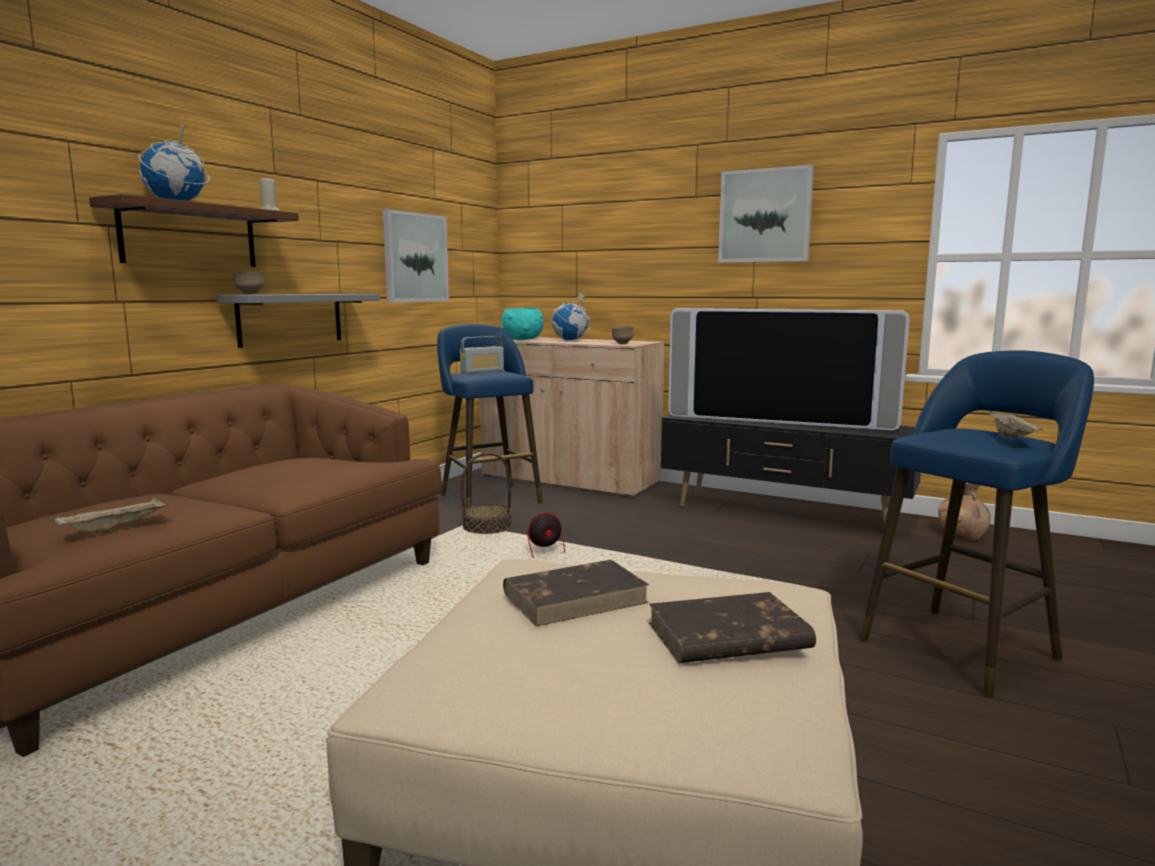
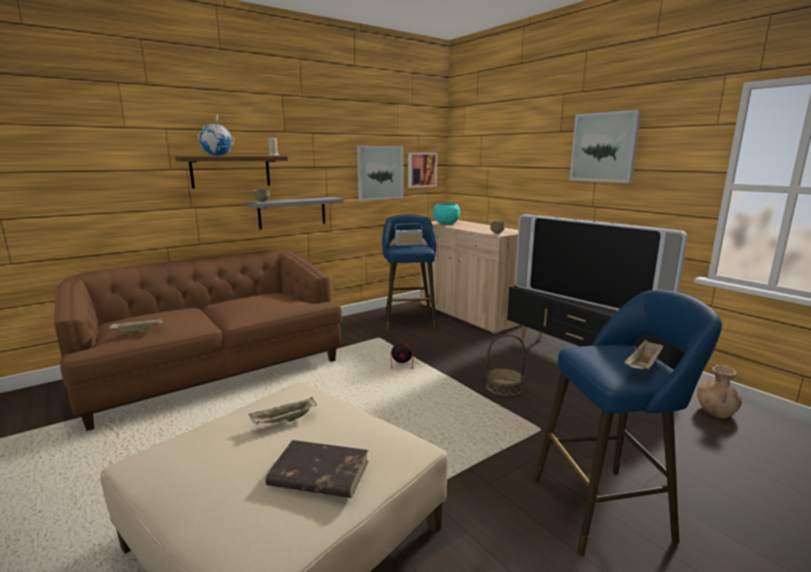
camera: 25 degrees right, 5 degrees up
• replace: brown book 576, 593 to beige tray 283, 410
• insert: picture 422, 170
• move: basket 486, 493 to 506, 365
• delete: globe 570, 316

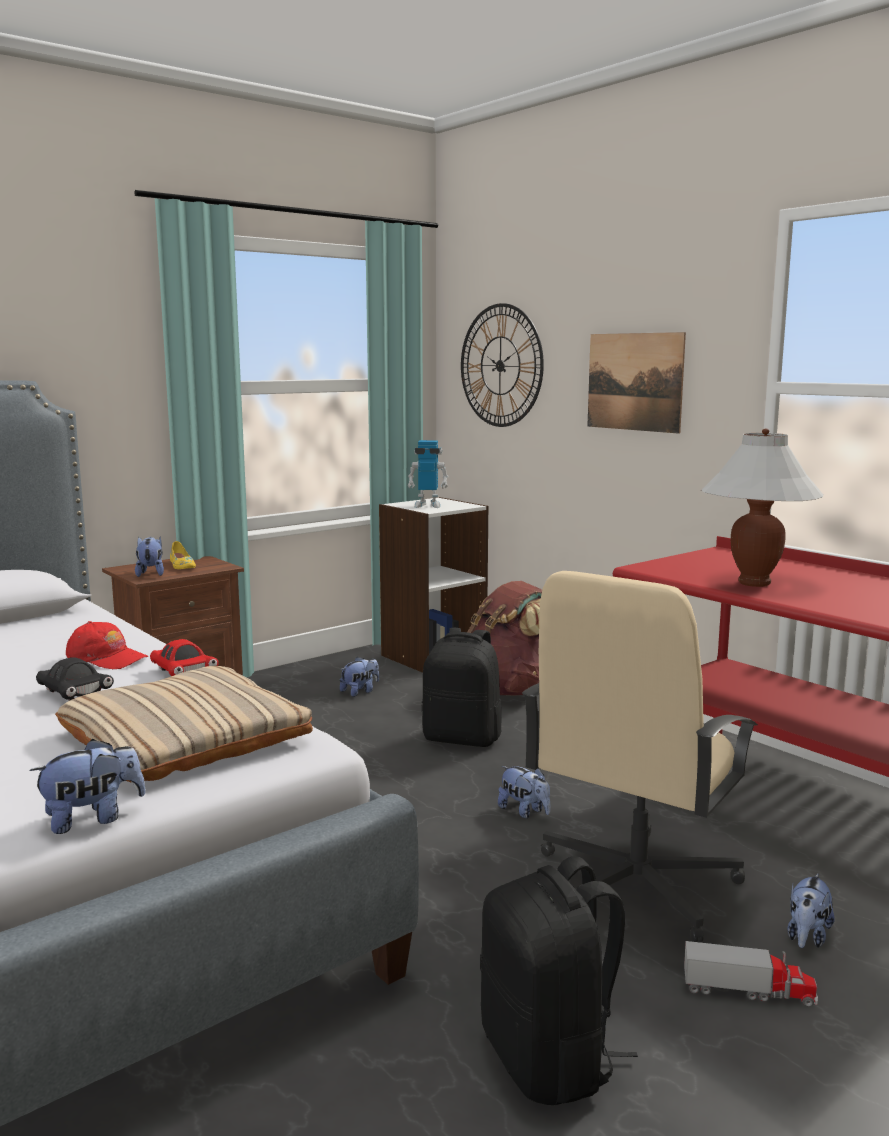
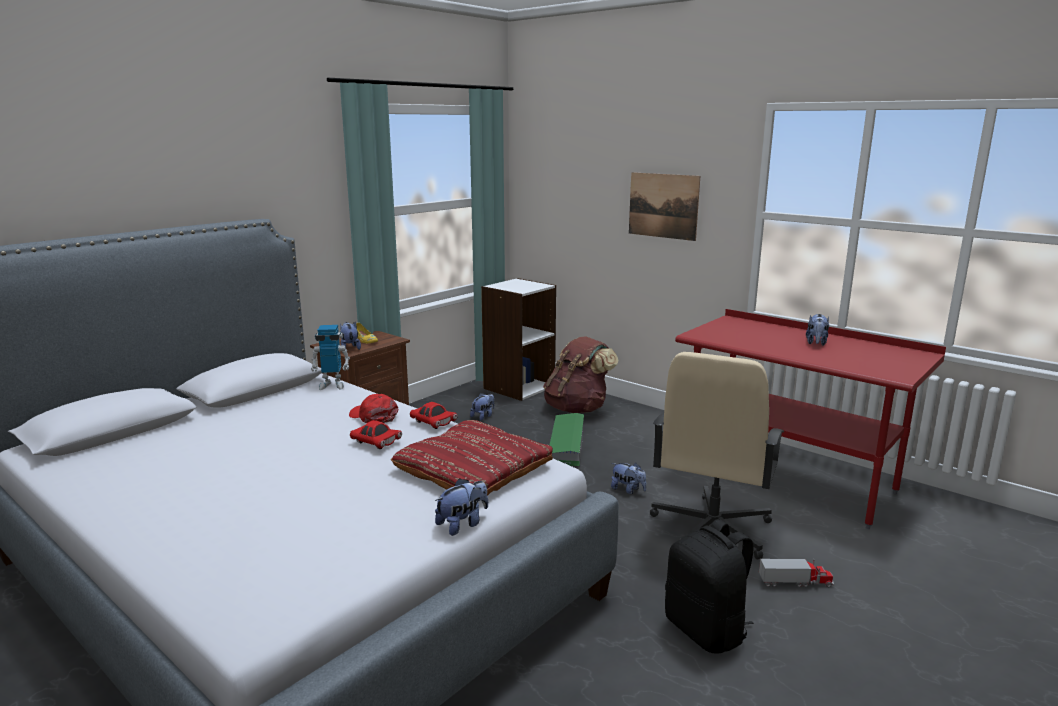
camera: 10 degrees left, 5 degrees up
• move: toy robot 427, 474 to 330, 357
• rotate: red cap 107, 645 = 373, 408 150 degrees counterclockwise
• recolor: black toy car 75, 679 to red toy car 376, 434
• recolor: beige pillow 184, 724 to red pillow 472, 458
• replace: black backpack 462, 687 to green storage box 567, 439
• move: plush toy 811, 910 to 817, 329
• delete: wall clock 502, 365
• delete: white table lamp 762, 507

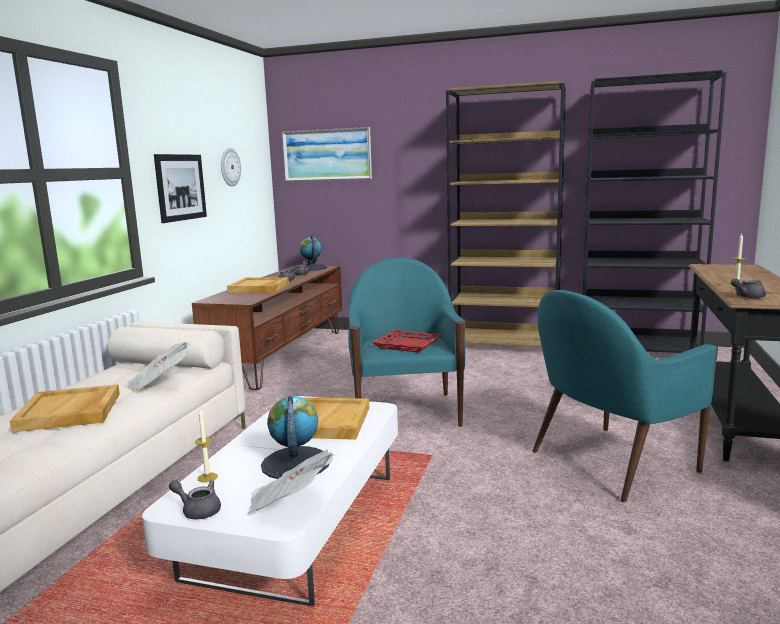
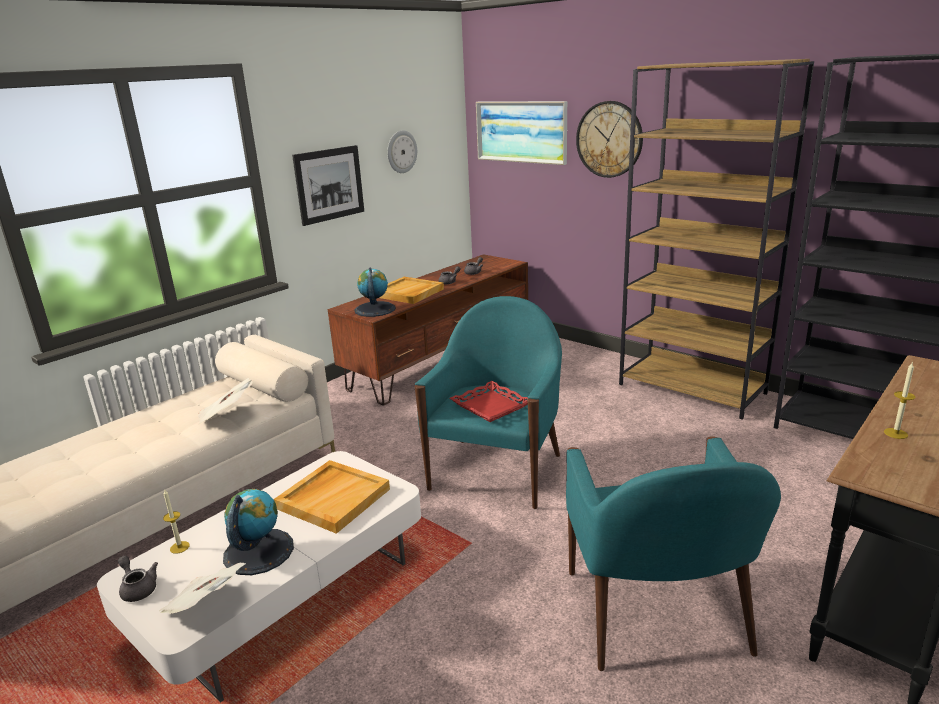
camera: 25 degrees right, 10 degrees up
• move: globe 313, 253 to 375, 292
• rotate: turquoise armchair 625, 396 = 673, 553 90 degrees counterclockwise
• insert: wall clock 609, 139
• delete: beige tray 65, 408
• delete: grey teapot 748, 288

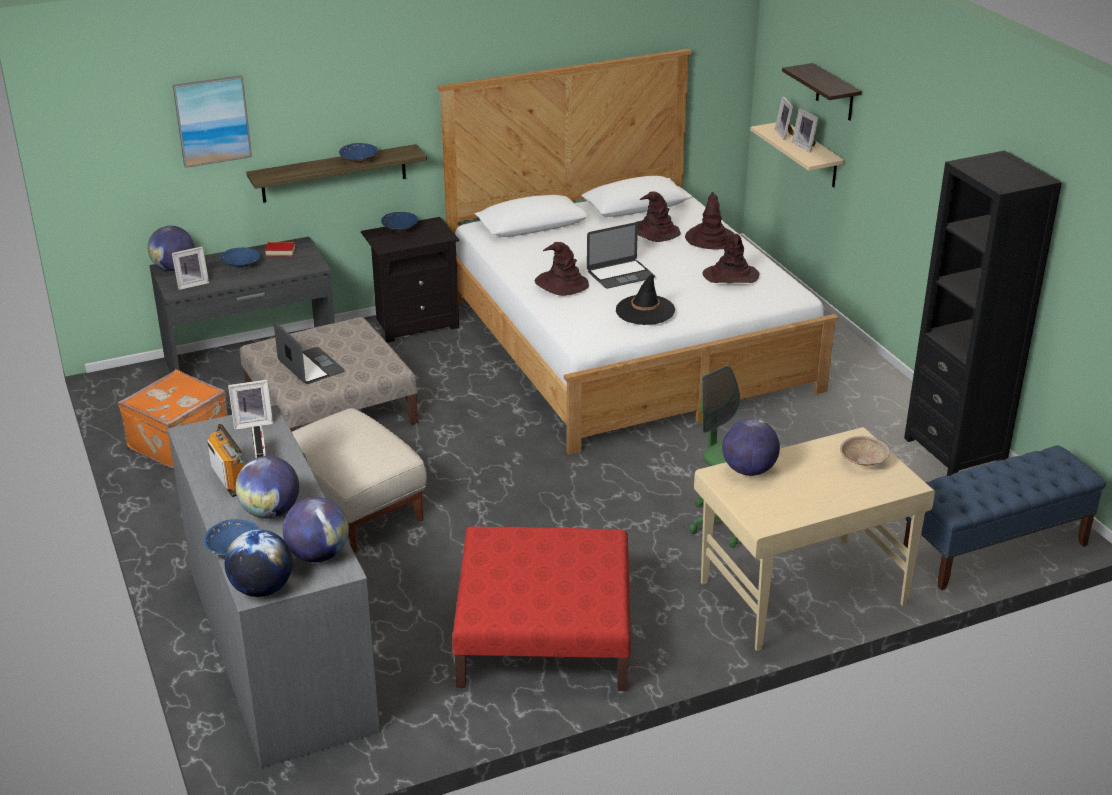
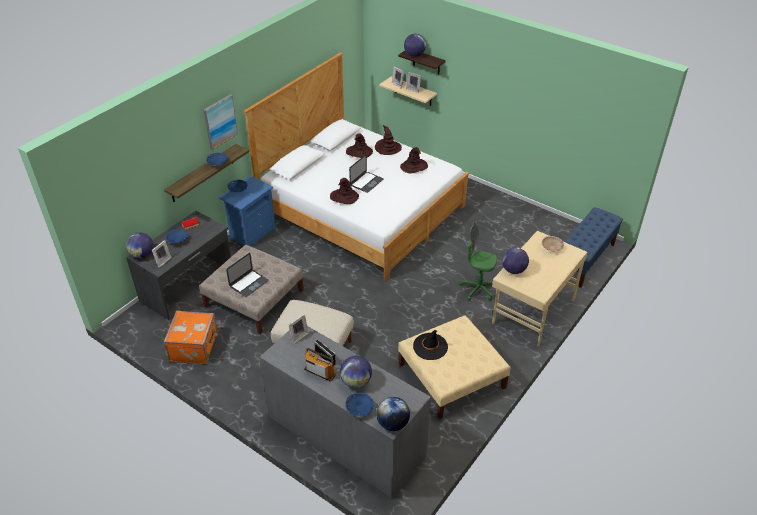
camera: 30 degrees left, 10 degrees up
• move: picture 212, 121 to 220, 122
• recolor: black nightstand 410, 280 to blue nightstand 247, 211
• rotate: laptop 309, 353 = 247, 275 105 degrees clockwise
• recolor: red ottoman 541, 609 to beige ottoman 454, 367
• move: globe 316, 530 to 415, 45
• move: black hat 645, 299 to 430, 345
• delete: black bookcase 983, 313

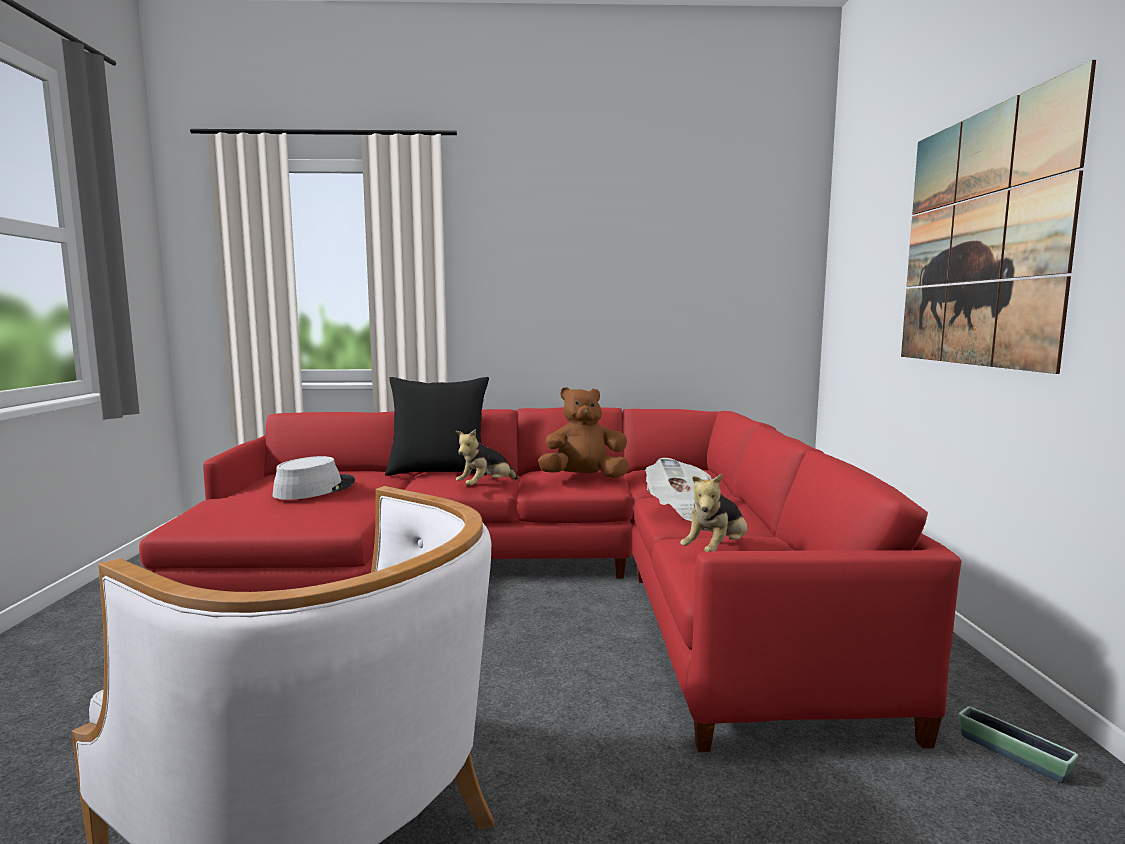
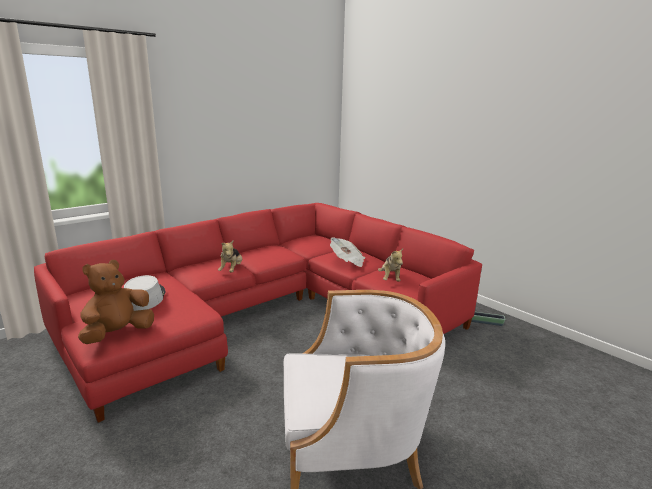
camera: 40 degrees left, 10 degrees up
• move: brown plush toy 583, 432 to 116, 302
• delete: black pillow 437, 426
• delete: picture 998, 217

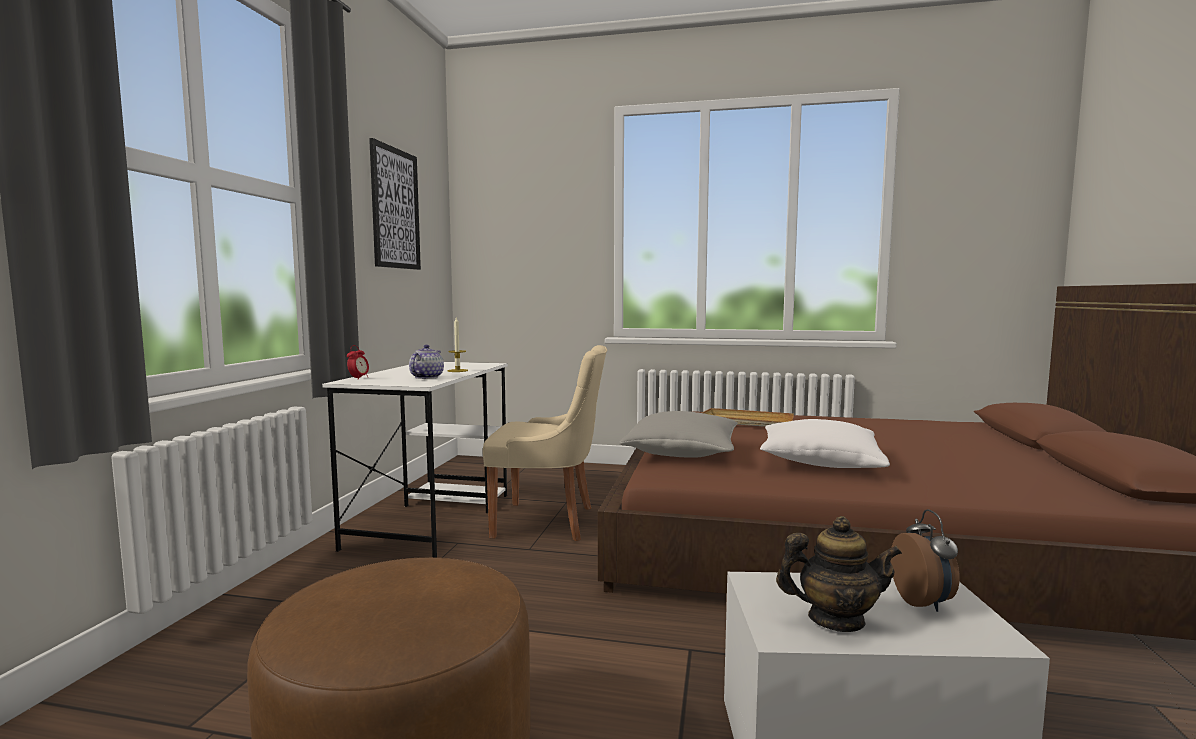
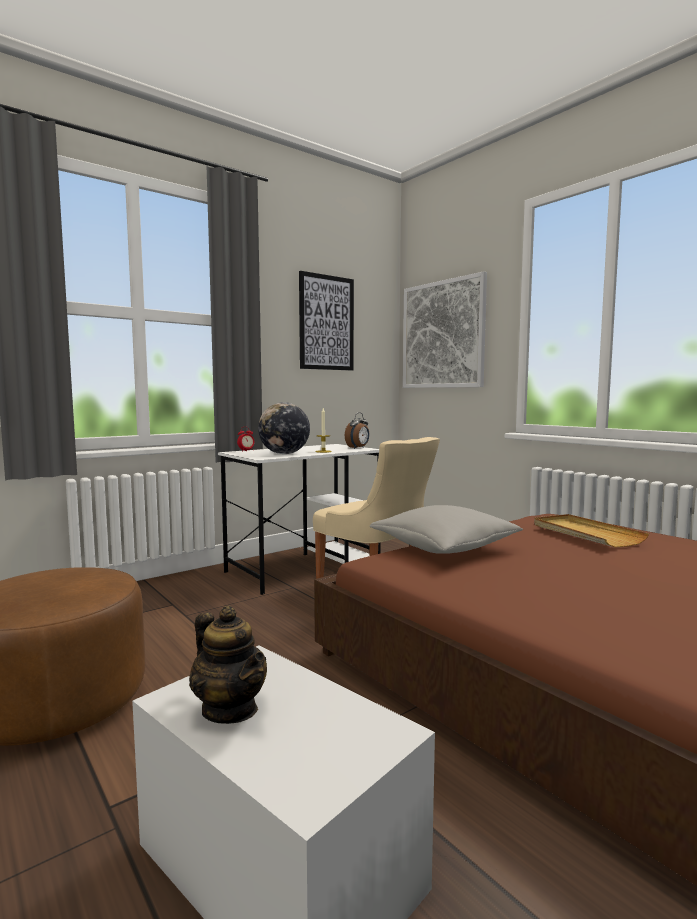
camera: 40 degrees right, 0 degrees up
• replace: teapot 426, 362 to globe 284, 428
• move: alarm clock 925, 560 to 357, 430
• insert: picture 445, 329
• delete: white pillow 825, 443

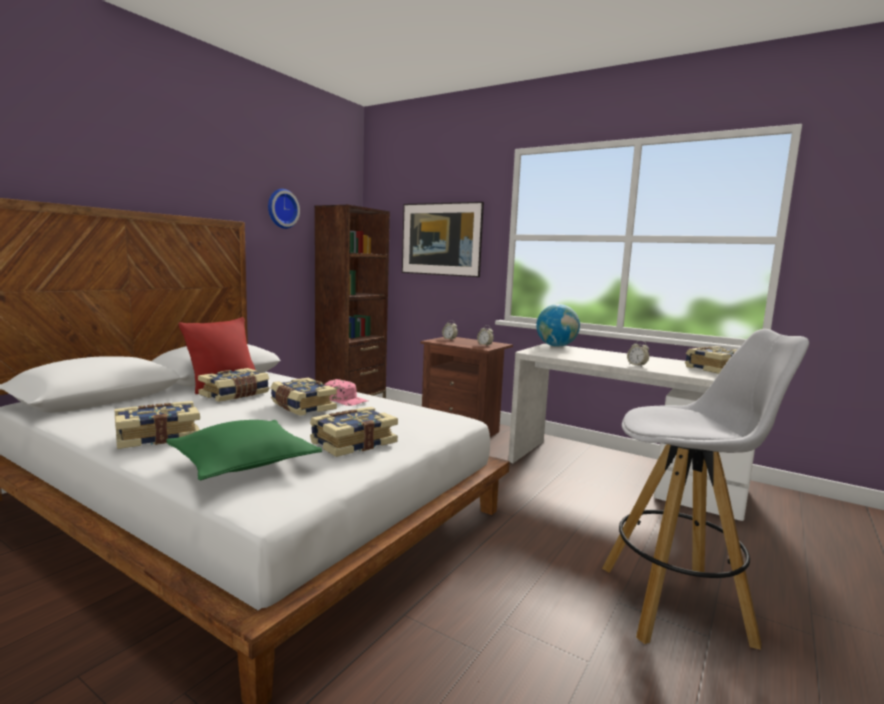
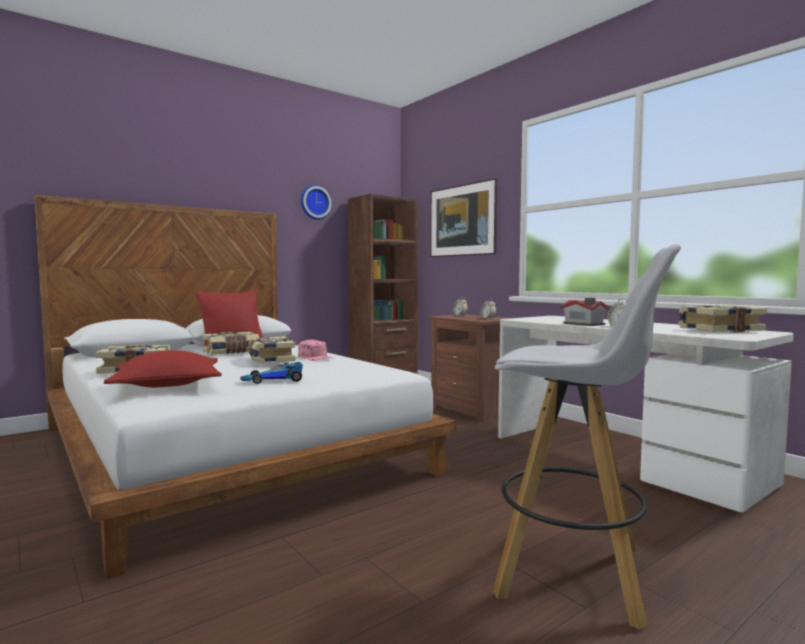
camera: 20 degrees right, 5 degrees down
• recolor: green pillow 244, 450 to red pillow 162, 368
• replace: book 354, 432 to toy car 271, 373
• insert: toy house 584, 312
• delete: globe 558, 325

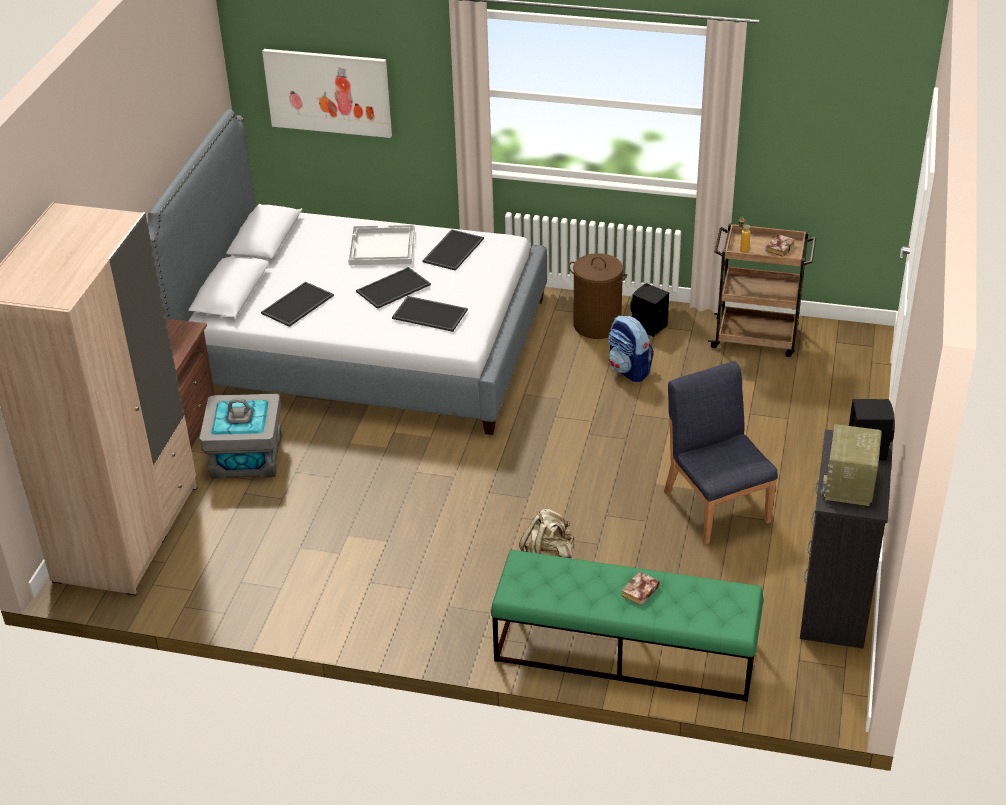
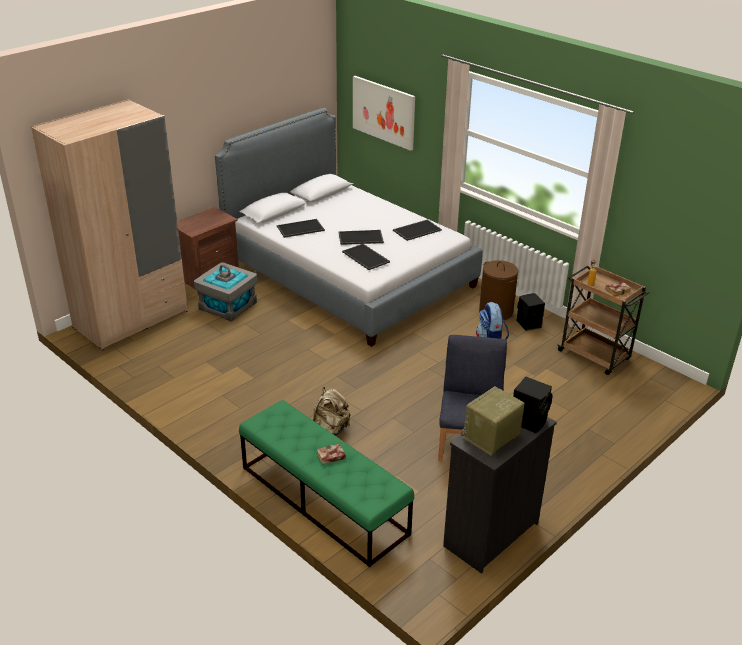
camera: 30 degrees right, 5 degrees down
• delete: white tray 381, 245

